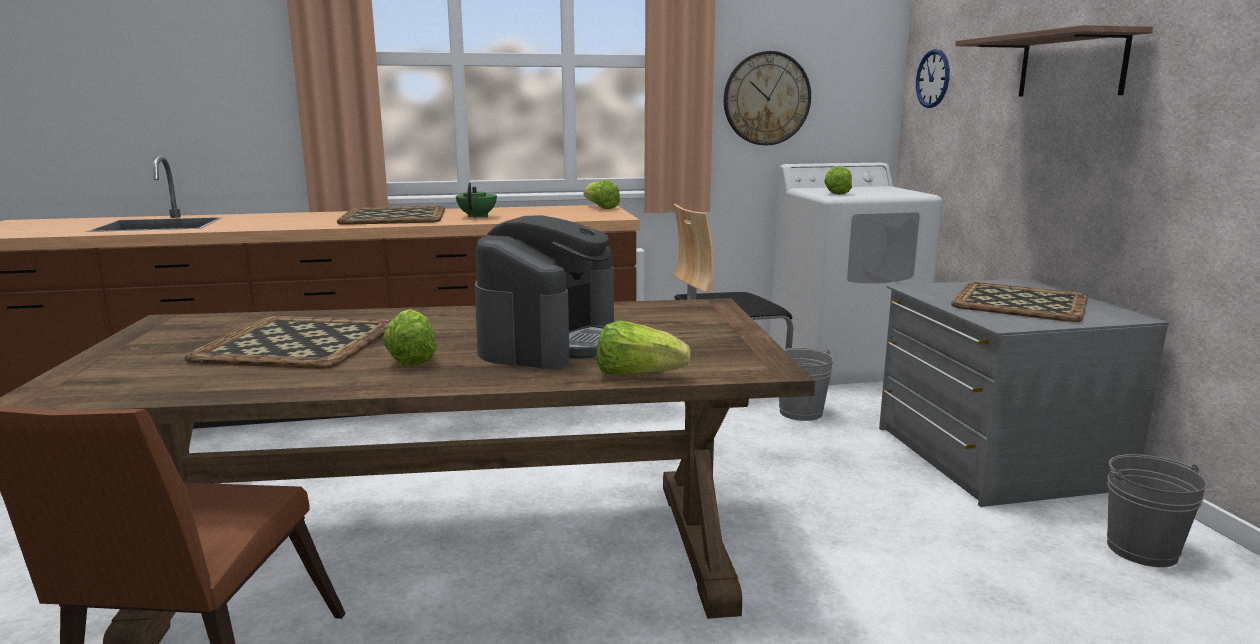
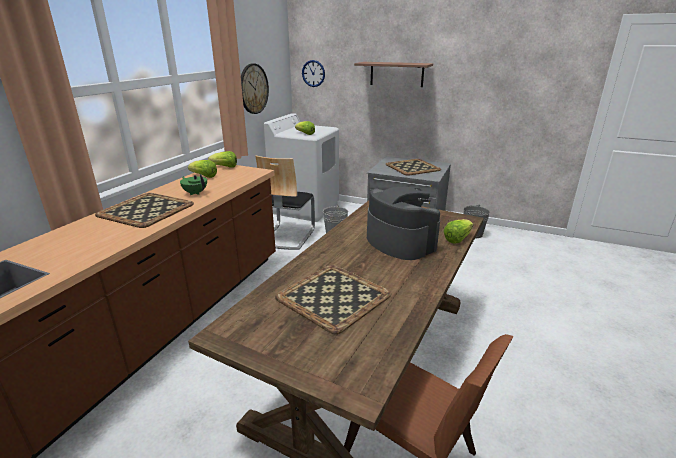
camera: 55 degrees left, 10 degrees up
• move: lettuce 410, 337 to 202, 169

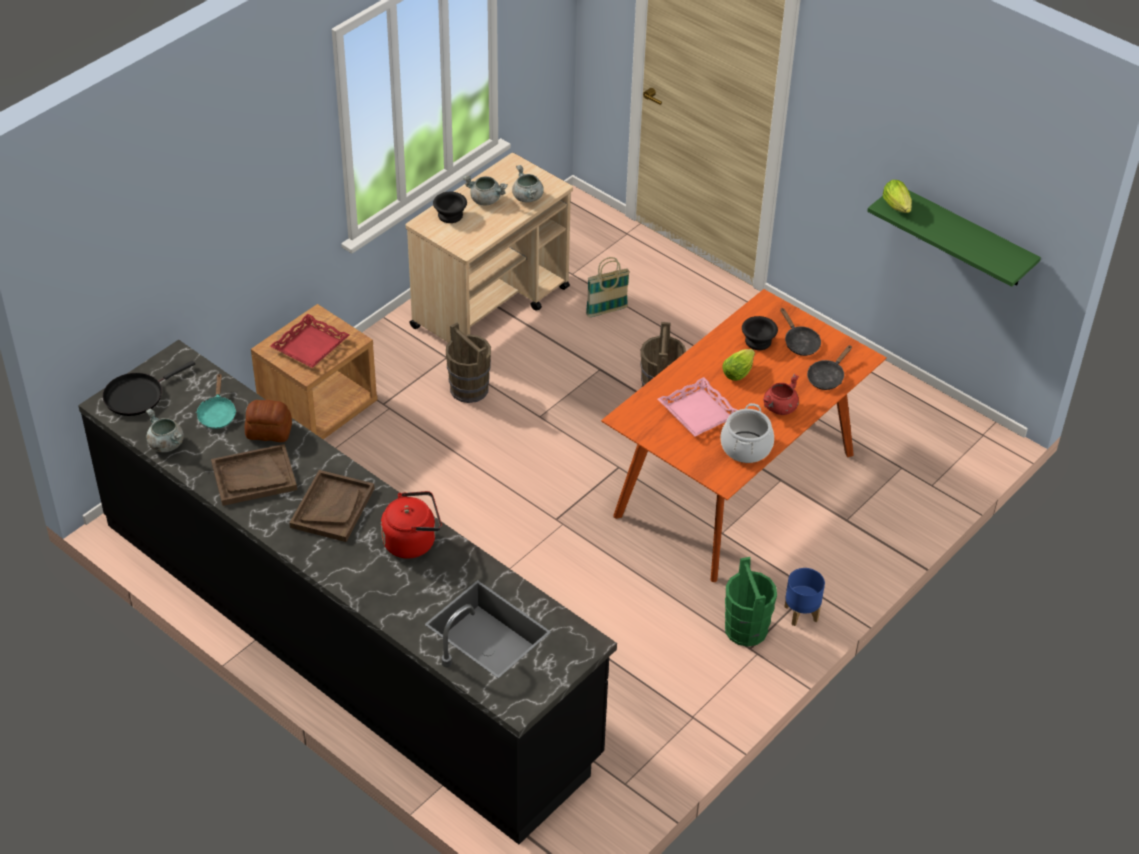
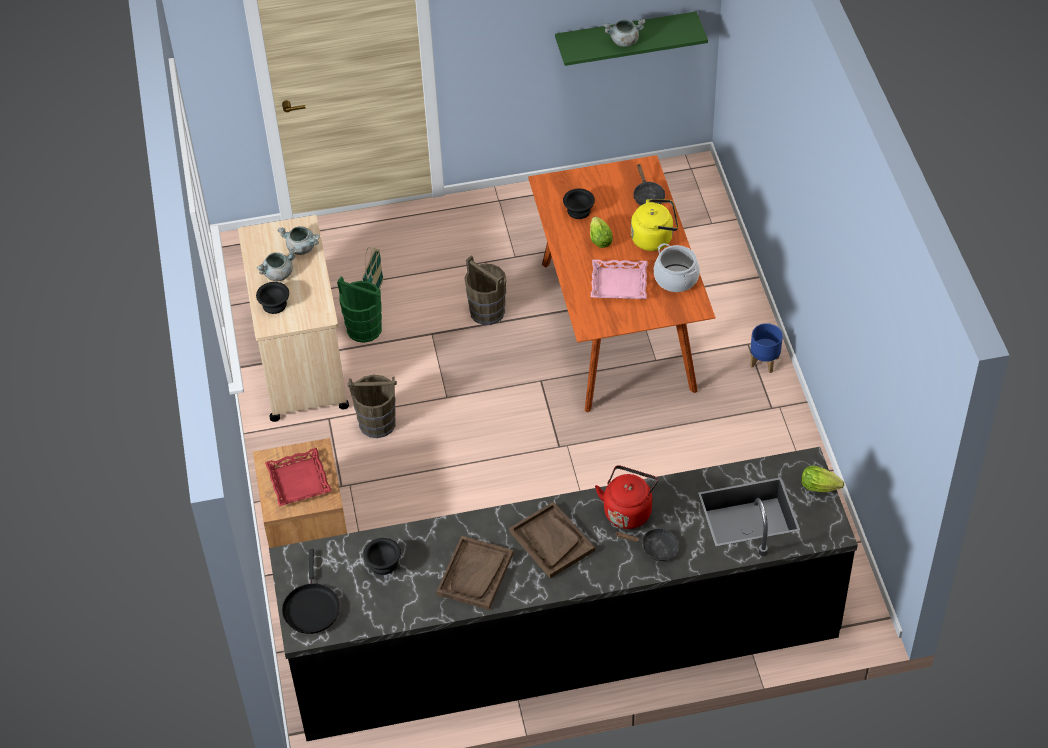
camera: 50 degrees left, 5 degrees up
• move: green bucket 751, 602 to 359, 310
• replace: turquoise frying pan 216, 401 to black bowl 382, 556
• move: grey cooking pot 165, 430 to 624, 33
• move: black frying pan 801, 332 to 647, 545
• replace: red cooking pot 781, 394 to yellow kettle 654, 225
• move: lettuce 897, 196 to 823, 478
• delete: bread 268, 421

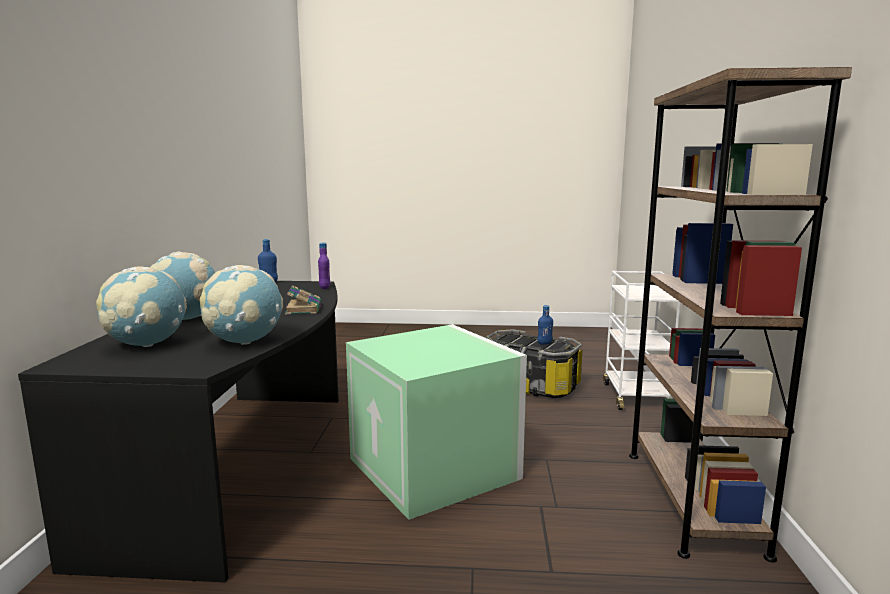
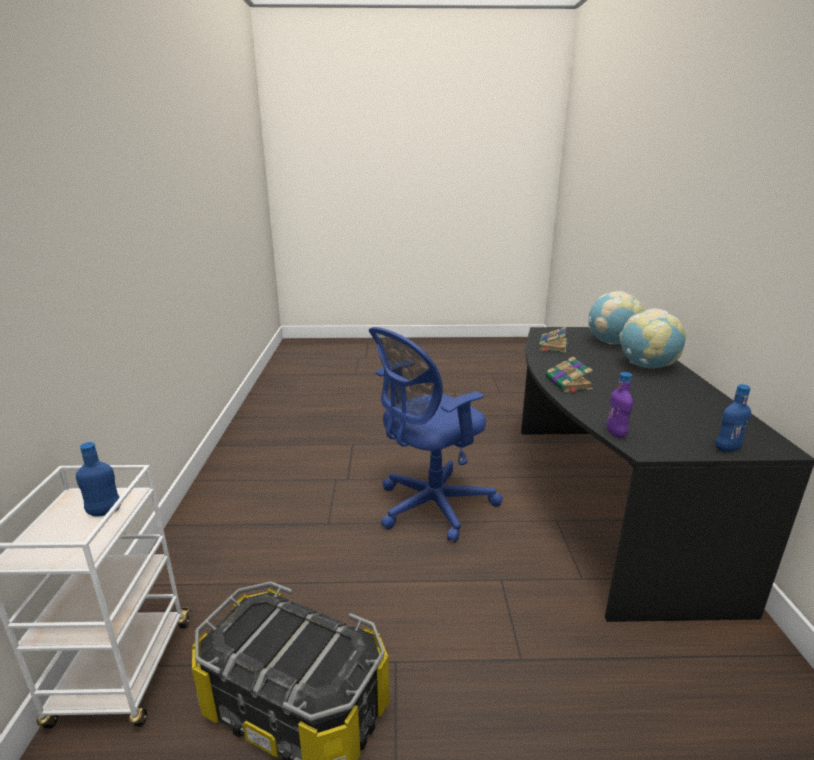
camera: 175 degrees right, 10 degrees up
• move: blue bottle 545, 325 to 98, 479
• replace: green storage box 436, 422 to blue office chair 436, 435
• replace: globe 241, 305 to book 553, 339
• delete: brown bookcase 740, 314

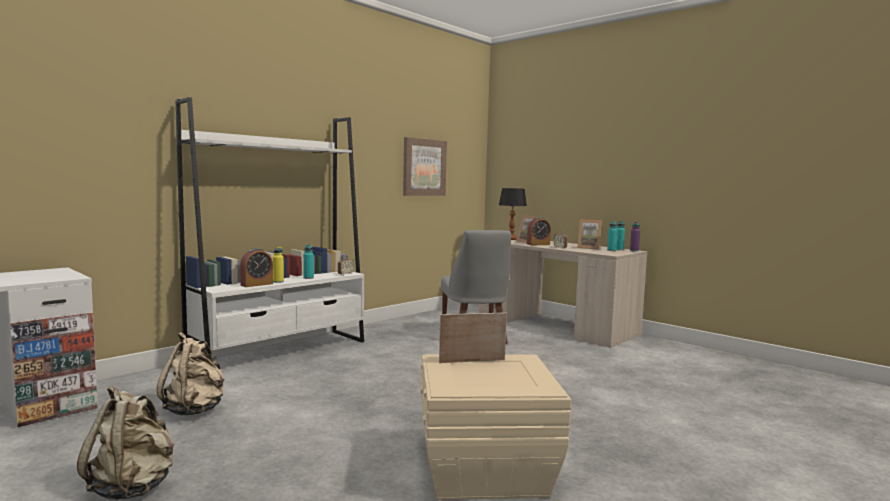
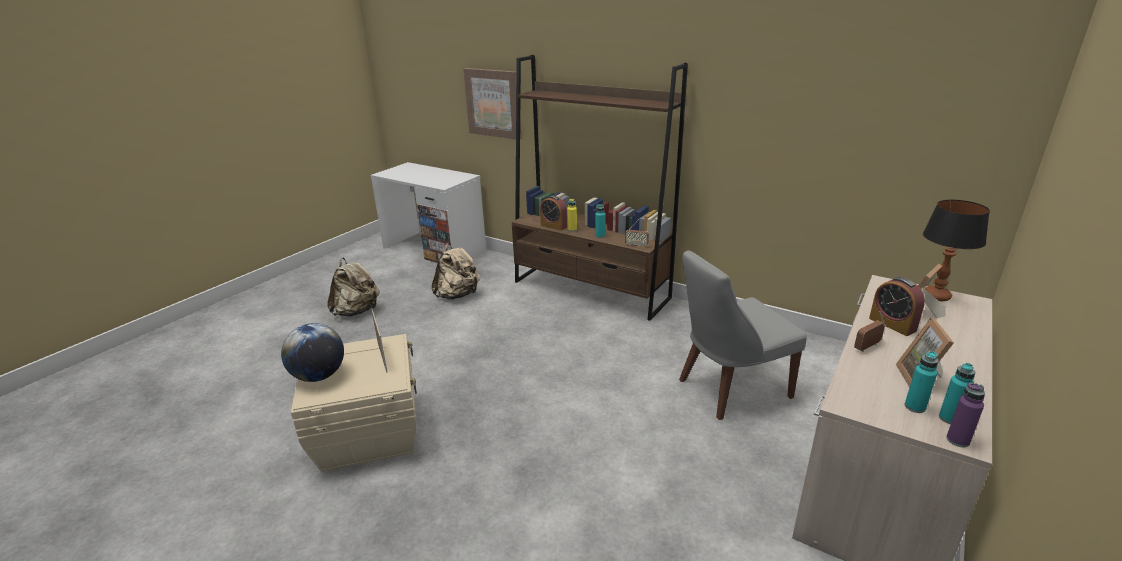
camera: 80 degrees right, 20 degrees up
• insert: globe 312, 352
• move: picture 425, 166 to 492, 103
• recolor: white bookcase 269, 223 to brown bookcase 600, 188

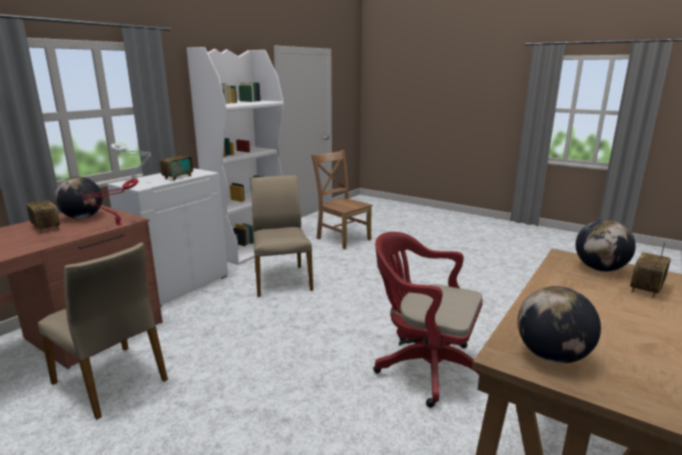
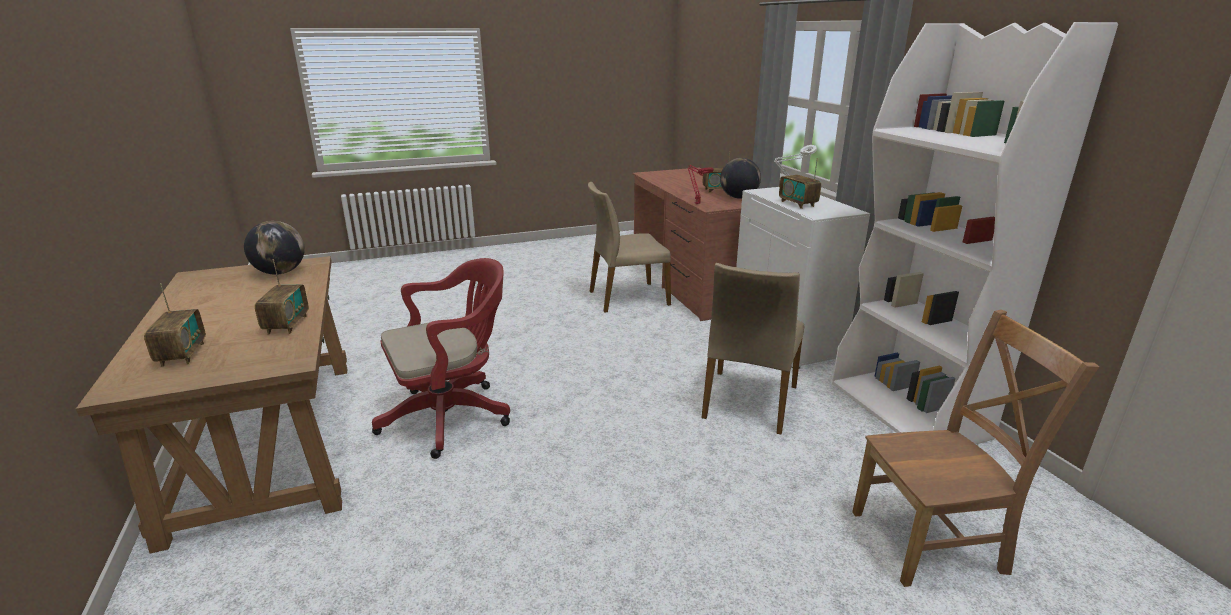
camera: 125 degrees right, 5 degrees up
• insert: radio 282, 296
• rotate: beige chair 282, 236 = 752, 349 90 degrees clockwise
• delete: globe 606, 245

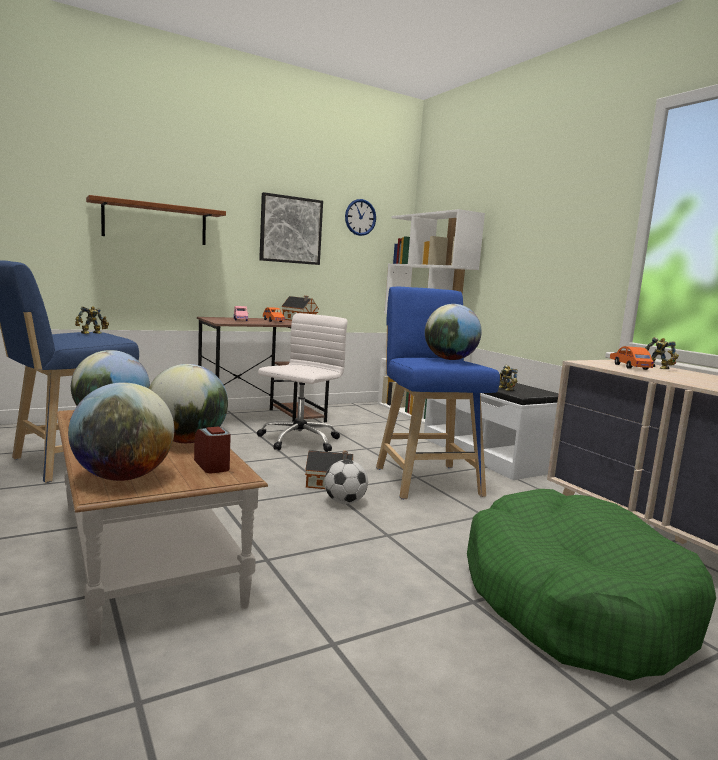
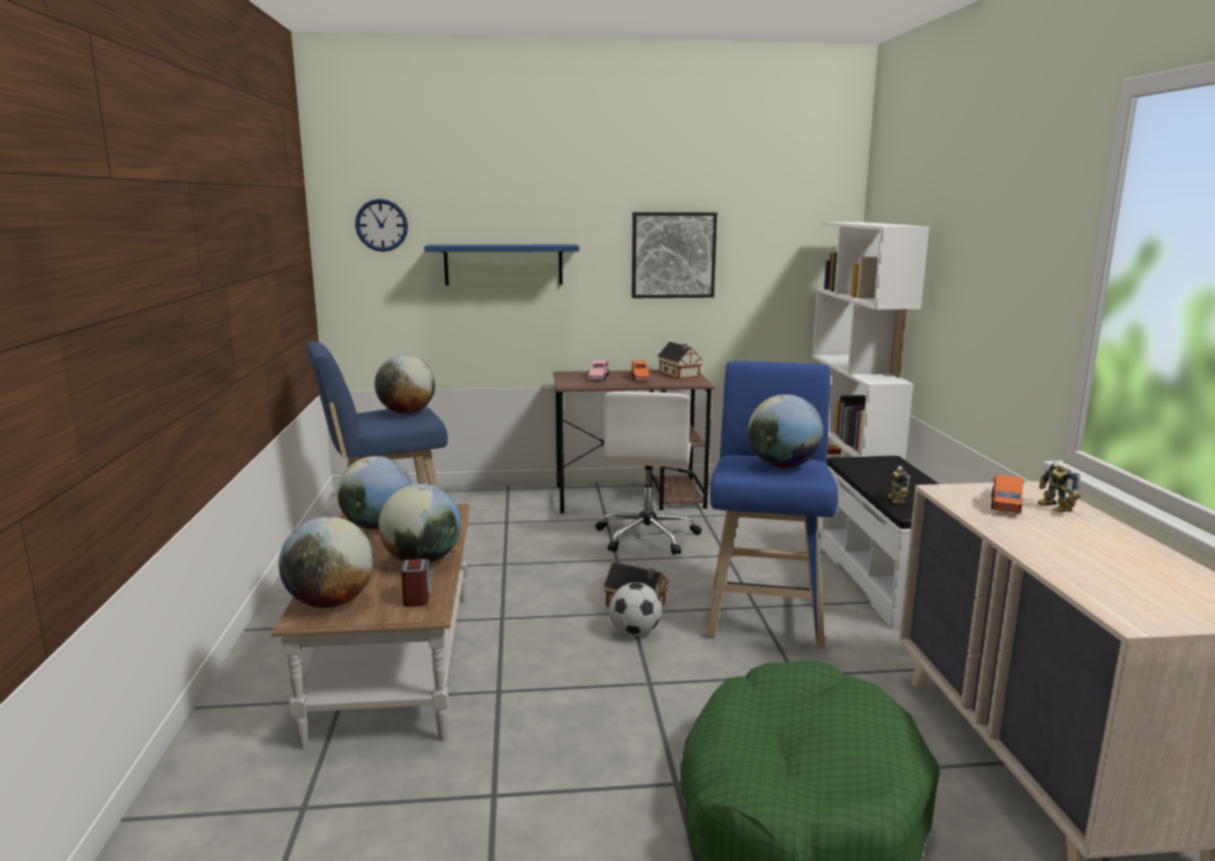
camera: 25 degrees right, 5 degrees up
• move: wall clock 360, 217 to 381, 225
• replace: toy robot 92, 320 to globe 405, 384
• recolor: brown shelf 156, 220 to blue shelf 501, 265
• rotate: white office chair 302, 382 = 648, 473 135 degrees clockwise

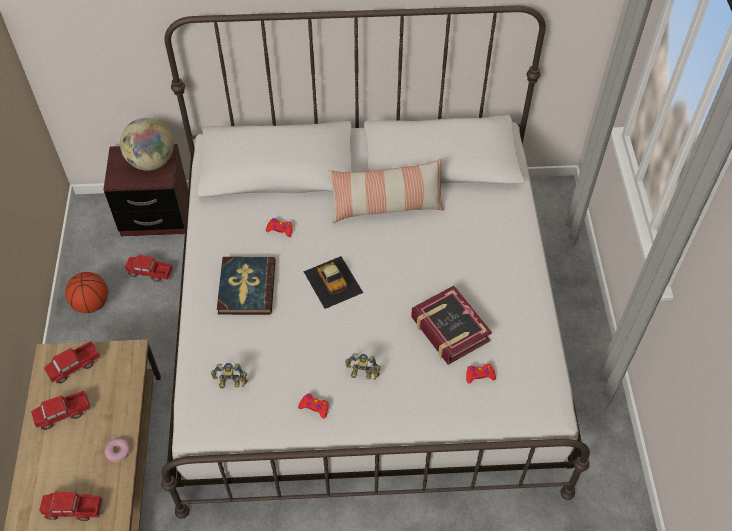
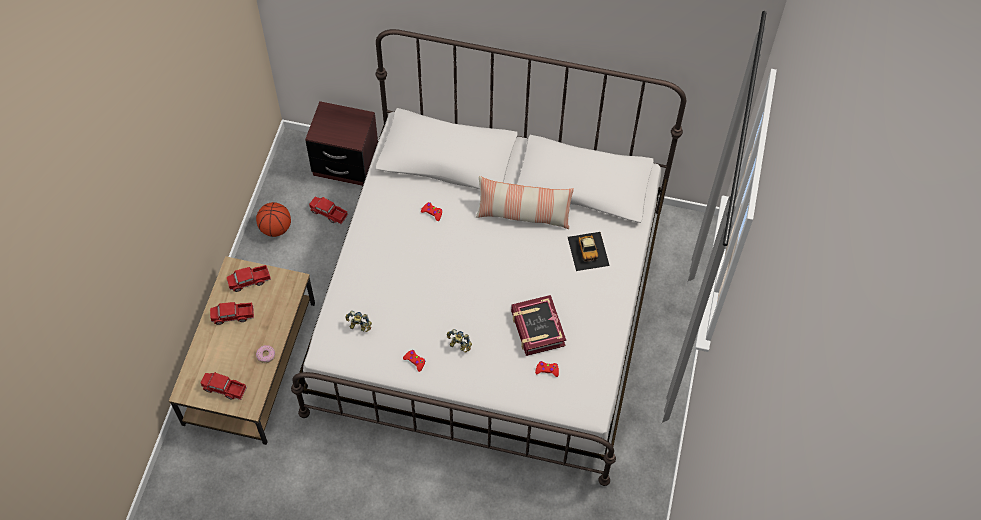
camera: 15 degrees right, 5 degrees up
• move: toy car 333, 282 to 589, 251
• delete: globe 147, 144
• delete: book 246, 286

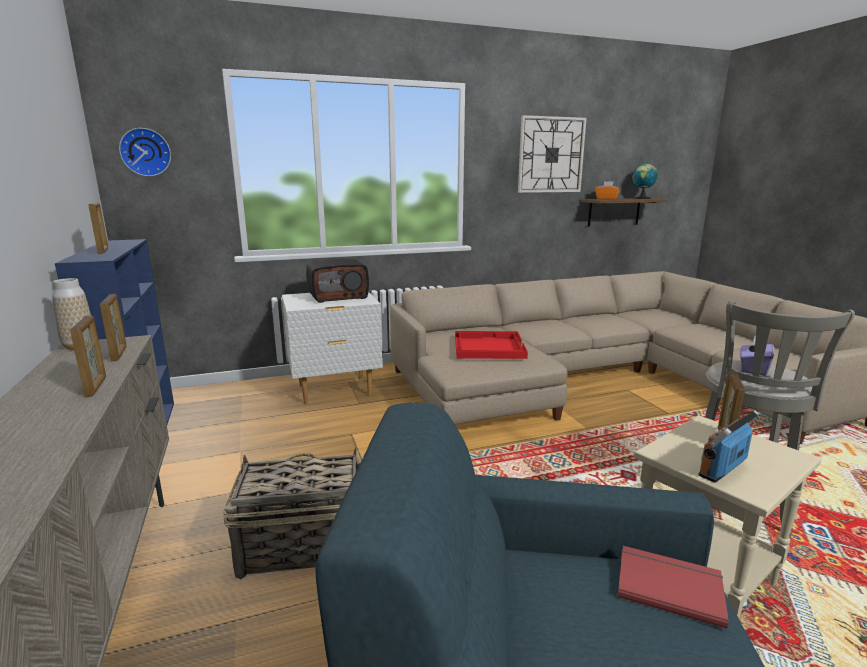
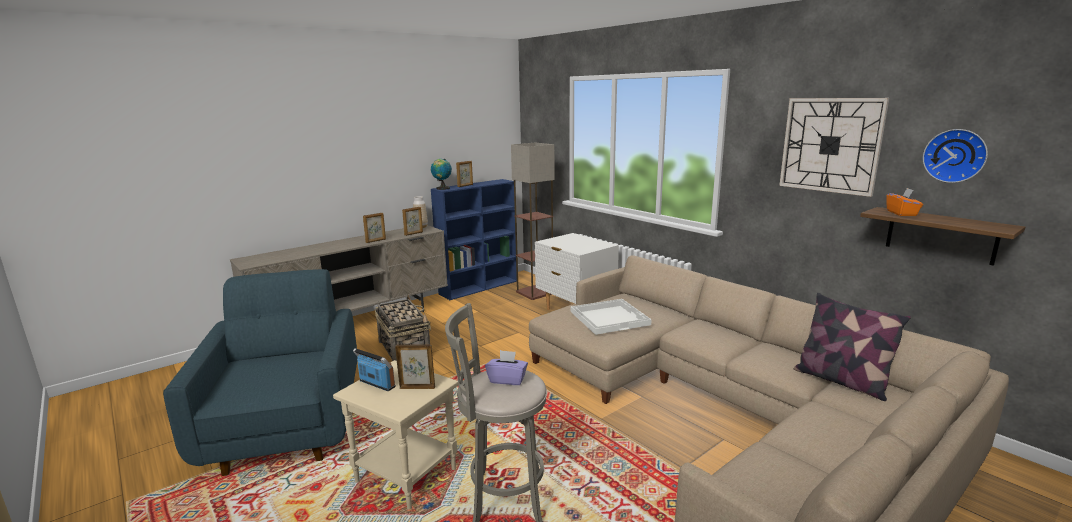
camera: 70 degrees right, 0 degrees up
• move: globe 645, 181 to 441, 174
• insert: floor lamp 533, 221
• recolor: red tray 491, 345 to white tray 611, 317
• insert: pillow 852, 347
• move: wall clock 145, 152 to 955, 156
• delete: radio 337, 281
• delete: red book 673, 587

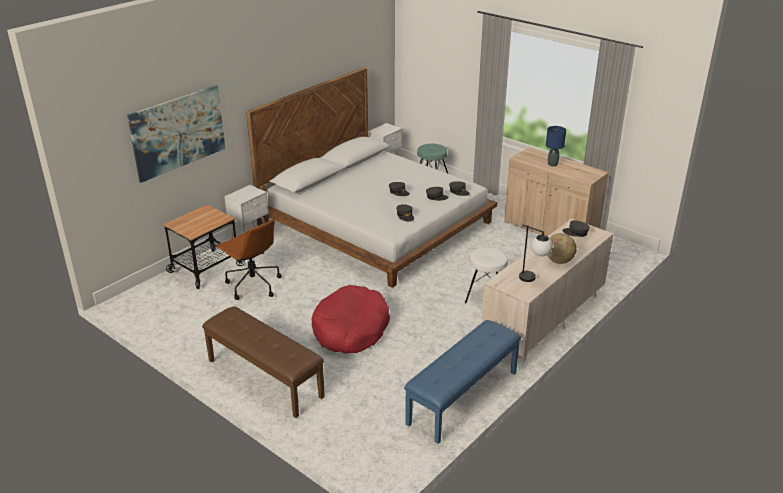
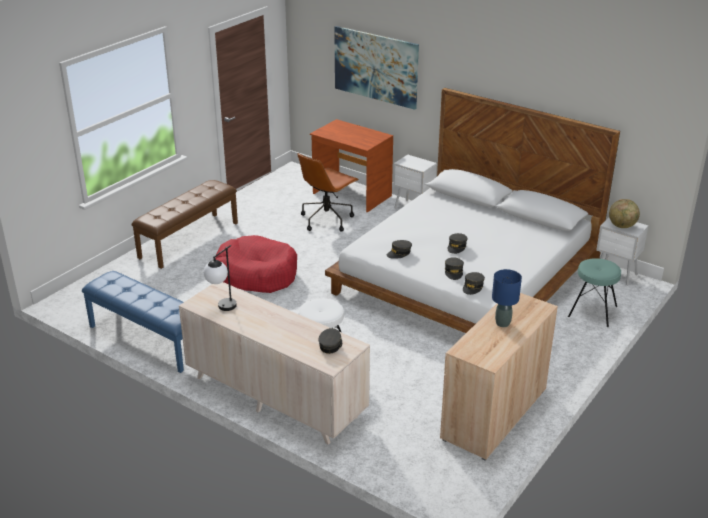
camera: 85 degrees right, 0 degrees up
• replace: cart 204, 247 to brown desk 351, 165
• move: globe 562, 248 to 624, 213

